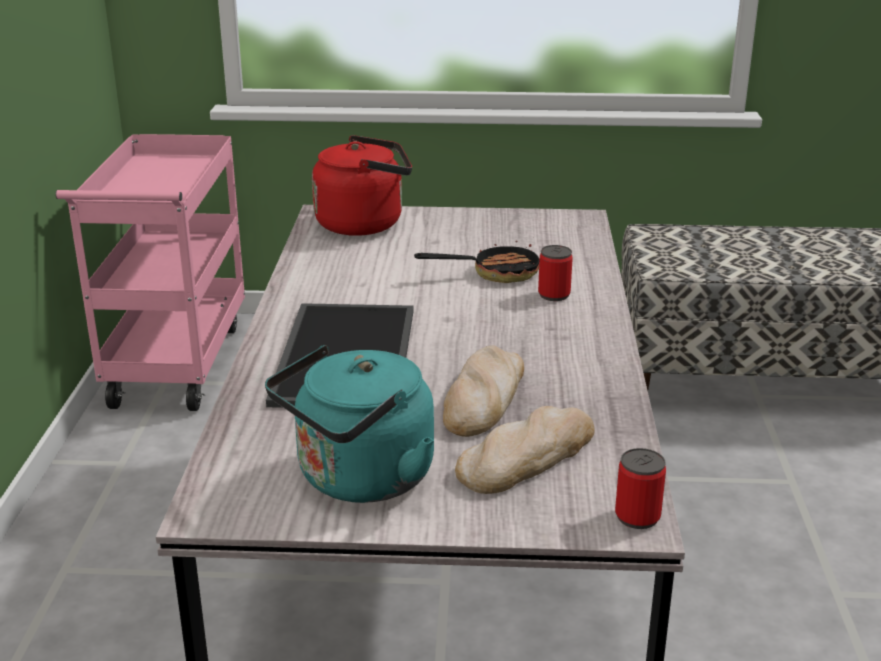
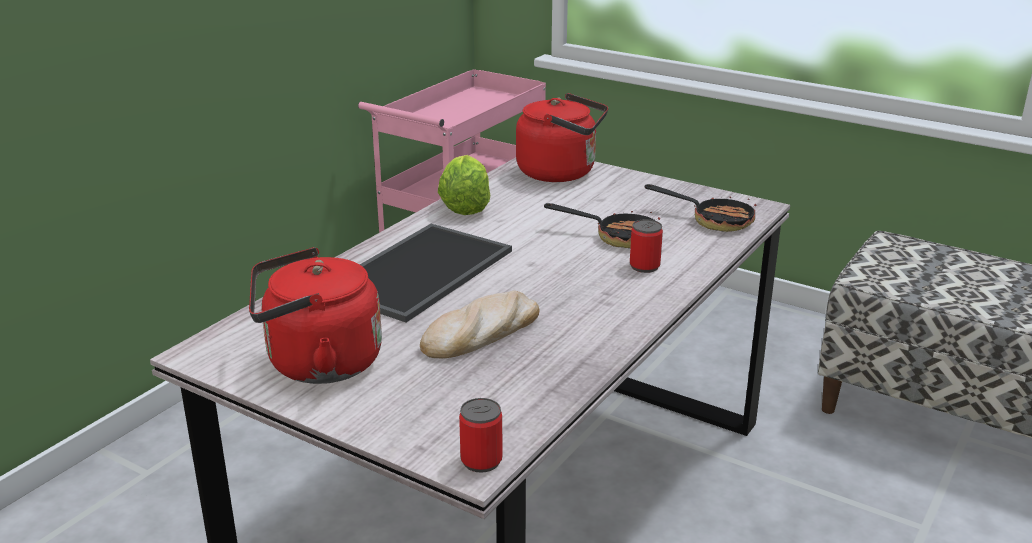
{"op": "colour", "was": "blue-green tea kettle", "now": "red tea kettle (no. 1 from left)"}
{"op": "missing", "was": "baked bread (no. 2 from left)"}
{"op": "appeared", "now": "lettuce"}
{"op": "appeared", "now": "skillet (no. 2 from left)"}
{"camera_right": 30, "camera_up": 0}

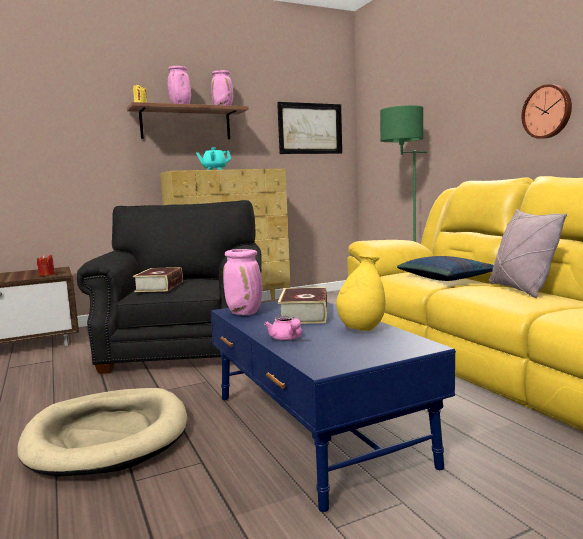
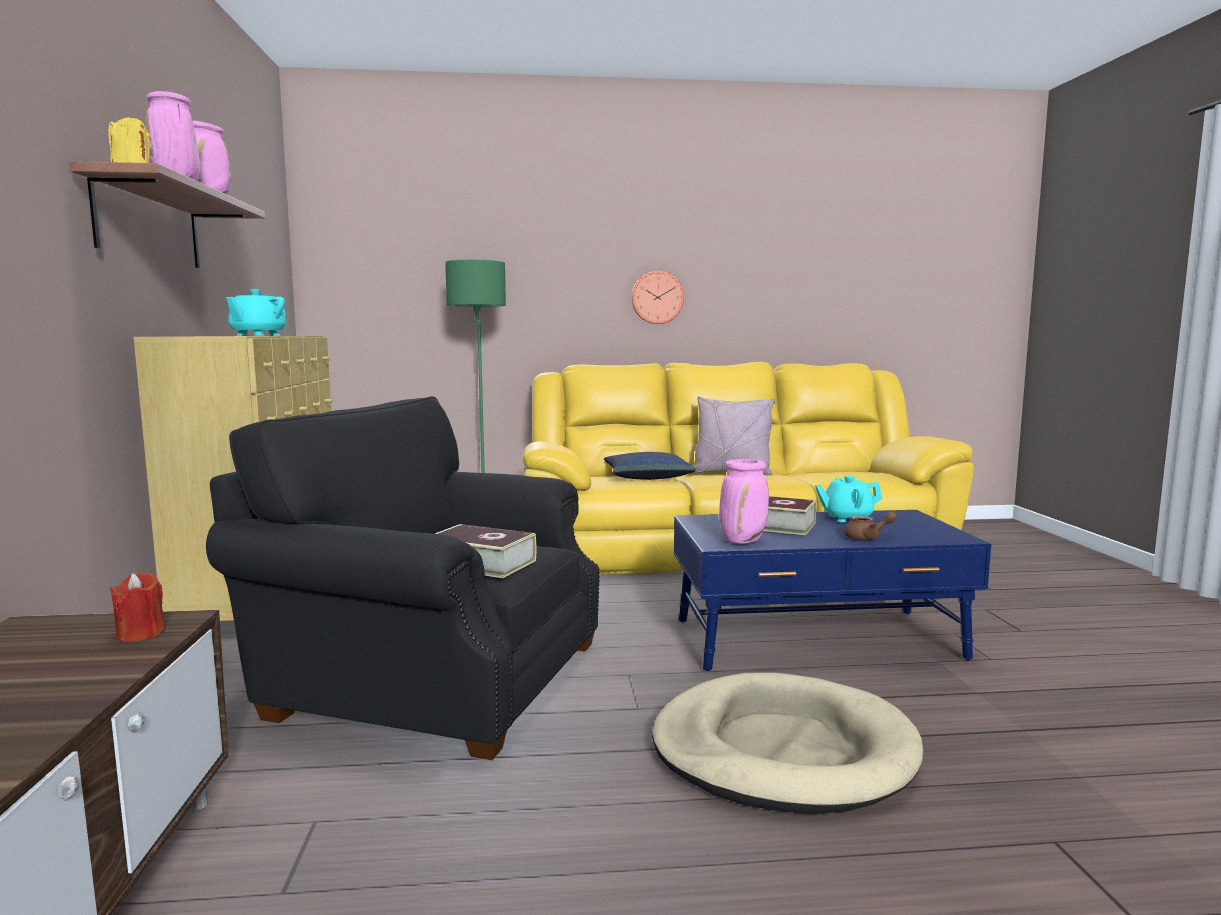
{"op": "missing", "was": "wall picture"}
{"op": "exchanged", "was": "yellow-coloured vase", "now": "blue-green pot for tea (no. 2 from left)"}
{"op": "colour", "was": "pink-coloured pot for tea", "now": "brownish pot for tea"}
{"camera_right": -70, "camera_up": 0}

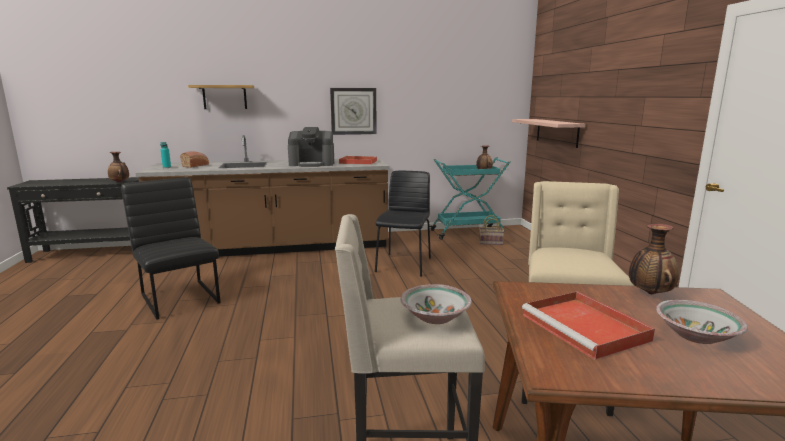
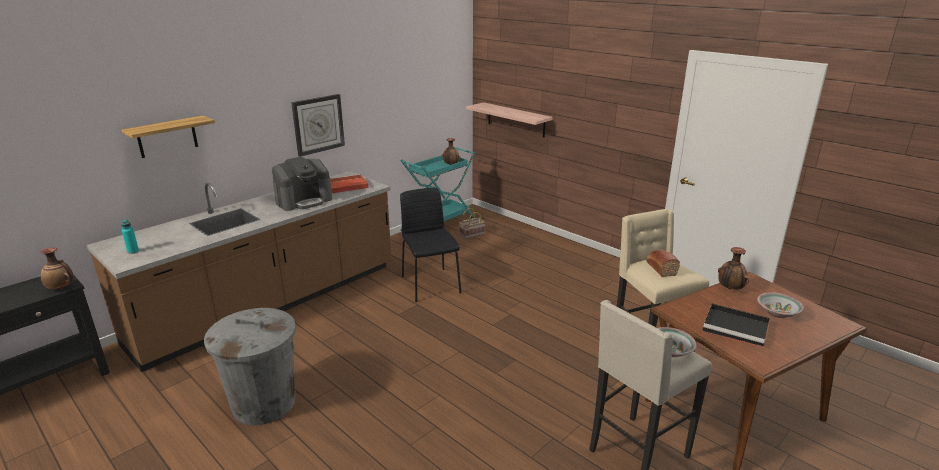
{"op": "relocated", "was": "baked bread"}
{"op": "exchanged", "was": "black chair (no. 1 from left)", "now": "greyish rubbish bin"}
{"op": "colour", "was": "red carrying tray (no. 2 from left)", "now": "black carrying tray"}
{"camera_right": -35, "camera_up": 10}

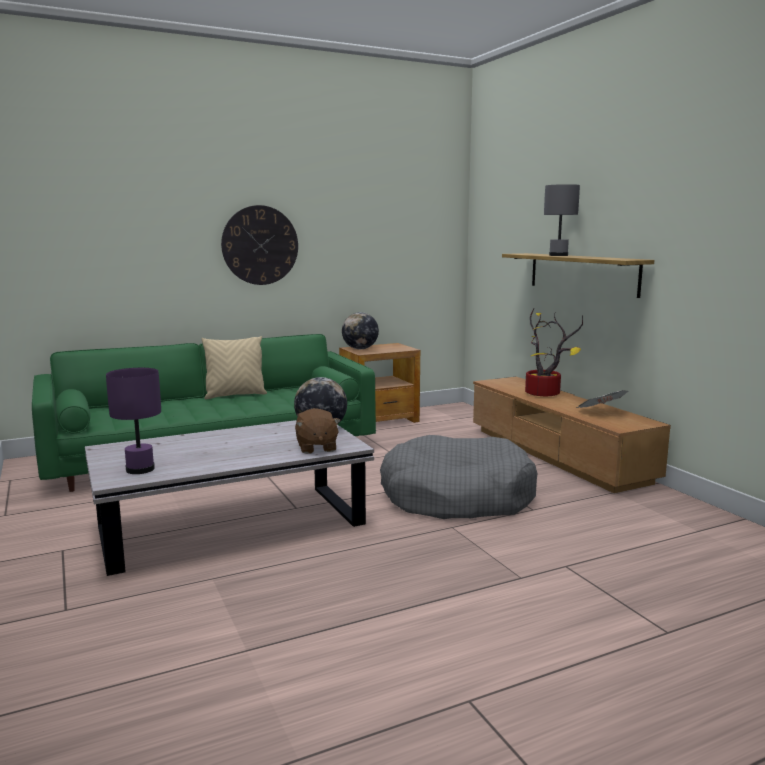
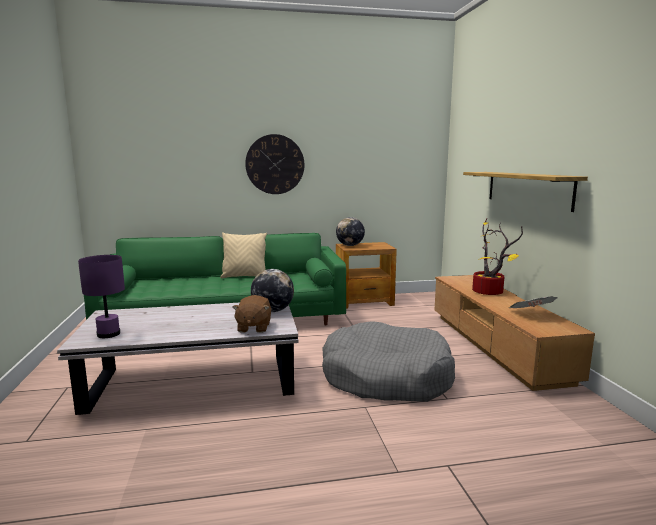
{"op": "missing", "was": "greyish lamp for a table"}
{"camera_right": 15, "camera_up": 0}

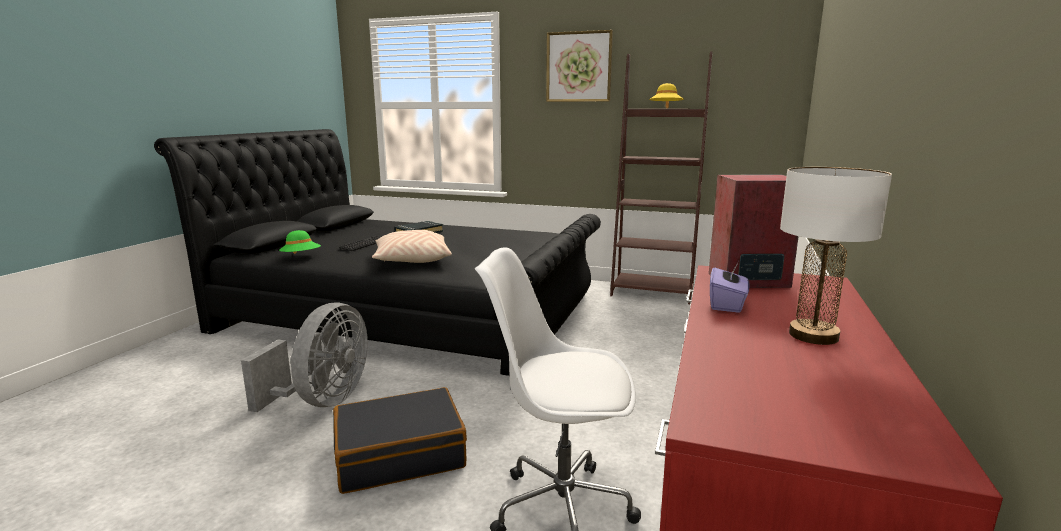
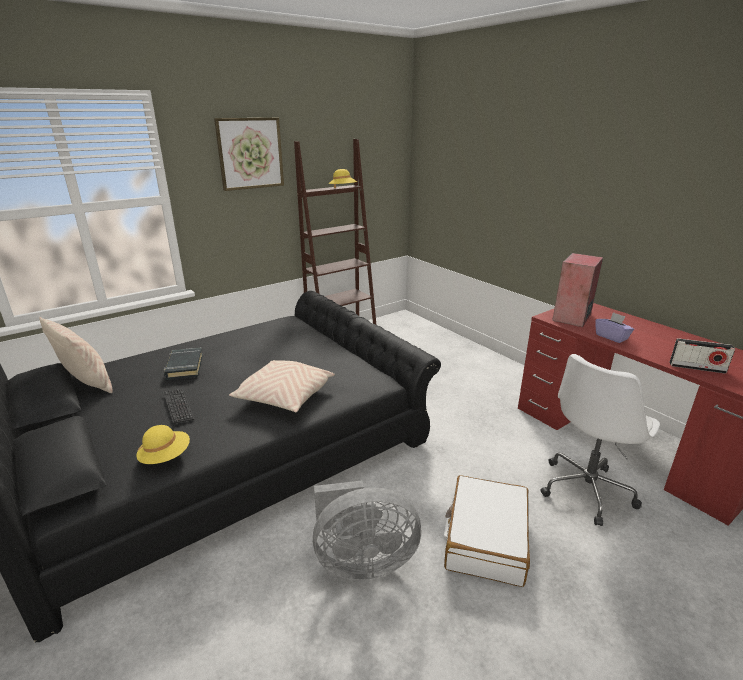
{"op": "missing", "was": "lamp for a table"}
{"op": "colour", "was": "greenish wearable hat", "now": "yellow-coloured wearable hat (no. 1 from left)"}
{"op": "spun", "was": "greyish fan", "clockwise": 120}
{"op": "colour", "was": "black piece of luggage", "now": "whitish piece of luggage"}
{"op": "appeared", "now": "sand-coloured throw pillow (no. 1 from left)"}
{"op": "appeared", "now": "radio receiver"}
{"camera_right": -55, "camera_up": 10}

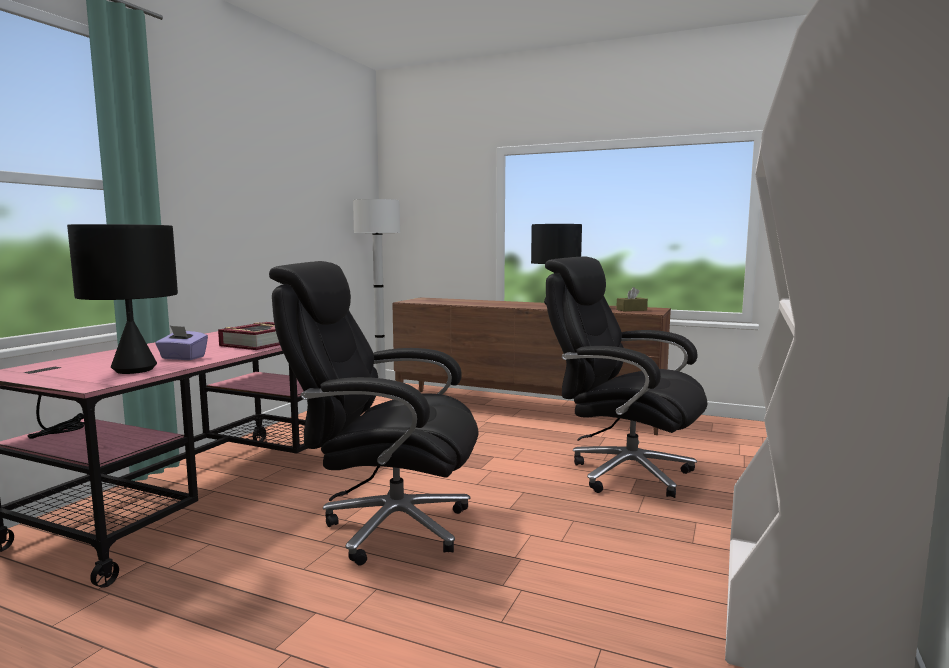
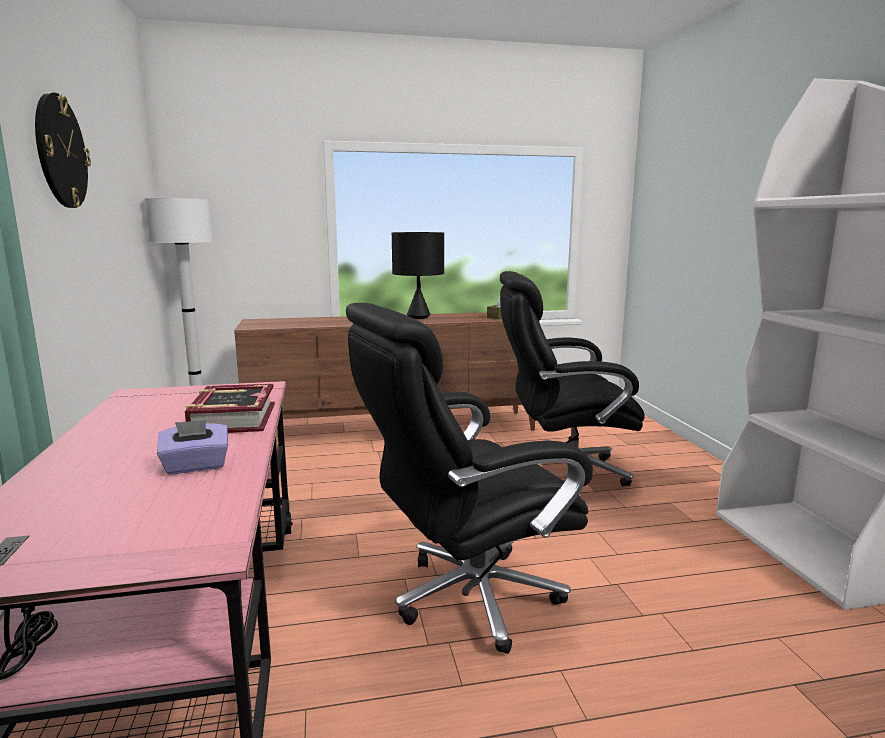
{"op": "missing", "was": "black lamp for a table (no. 1 from left)"}
{"op": "appeared", "now": "hanging clock"}
{"camera_right": -35, "camera_up": 5}

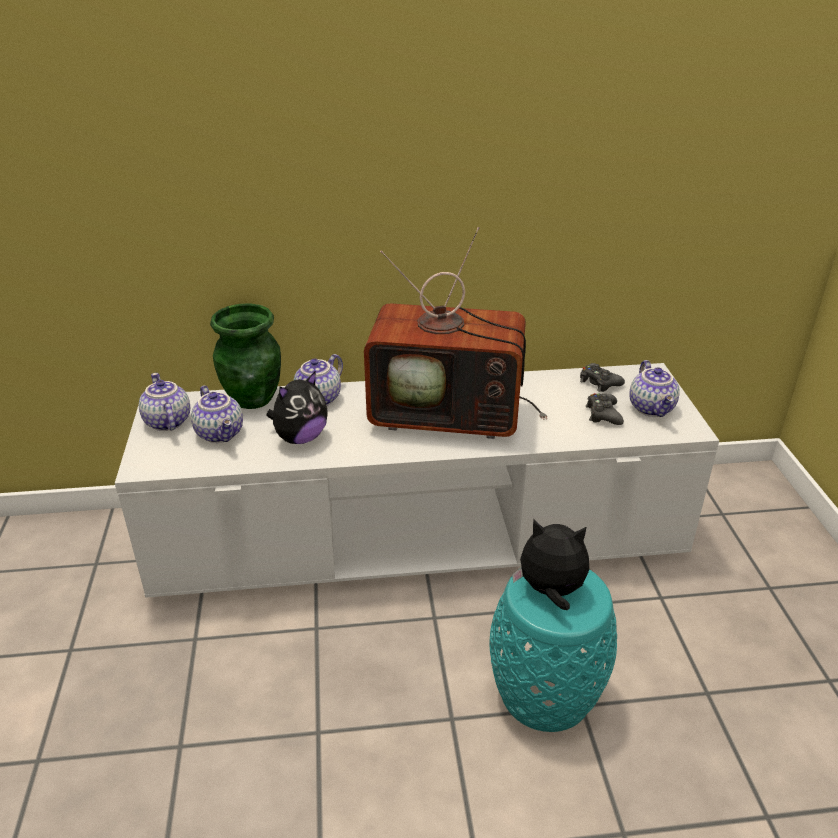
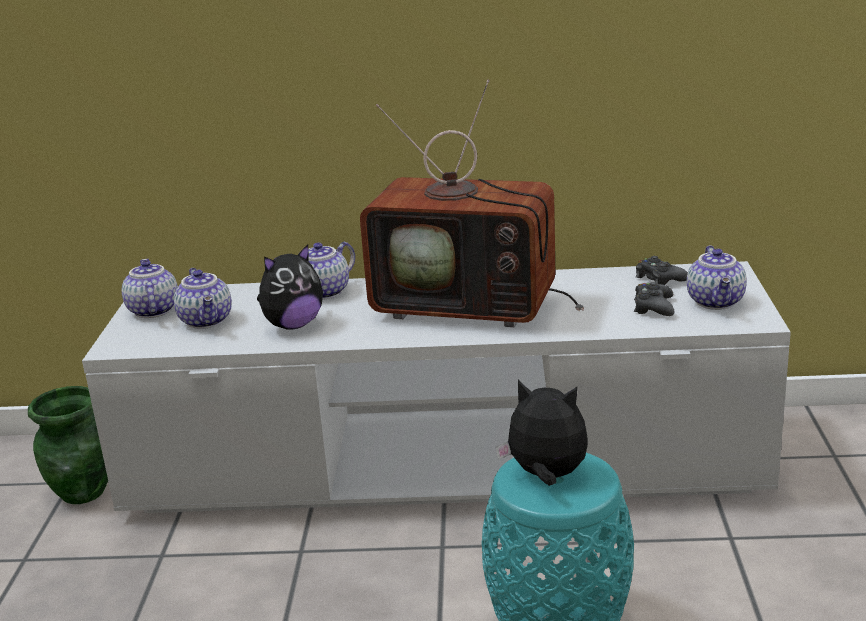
{"op": "relocated", "was": "greenish vase"}
{"camera_right": 10, "camera_up": -10}

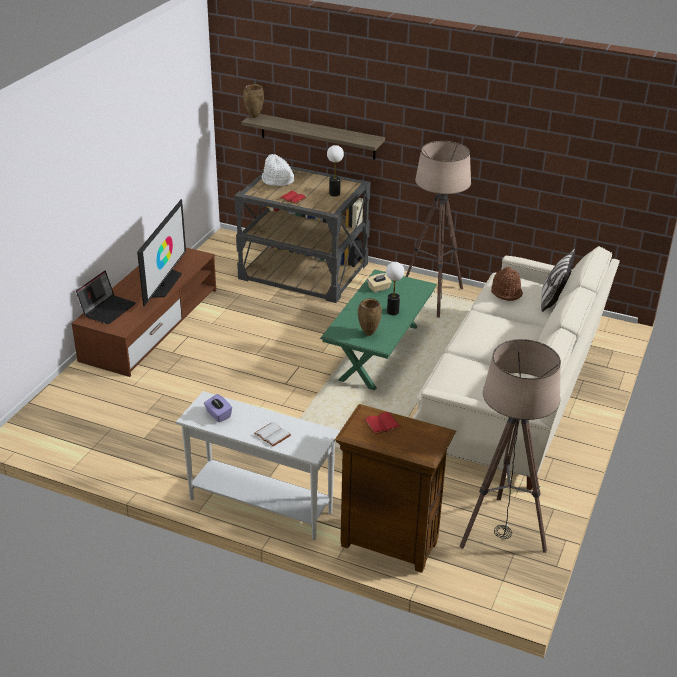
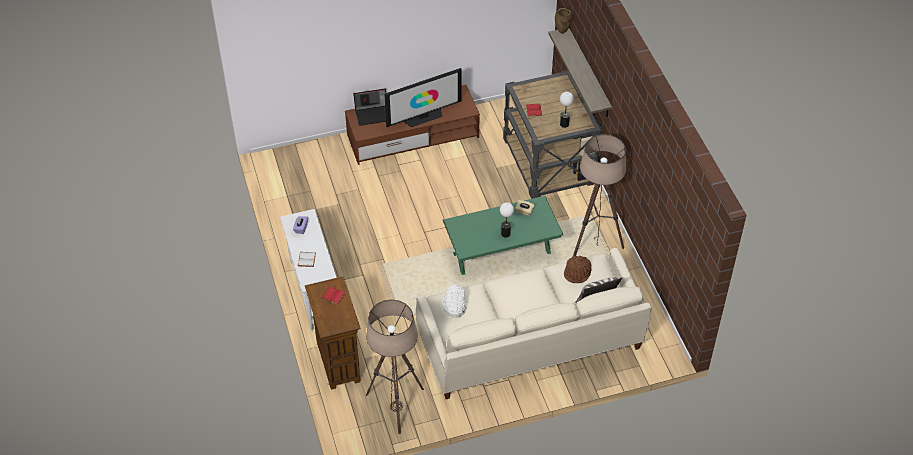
{"op": "relocated", "was": "whitish wearable hat"}
{"op": "missing", "was": "brownish vase (no. 2 from left)"}
{"camera_right": 50, "camera_up": 15}

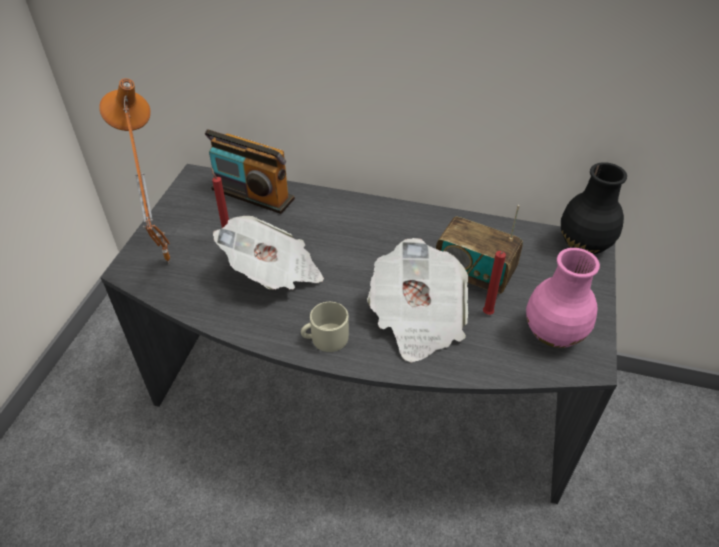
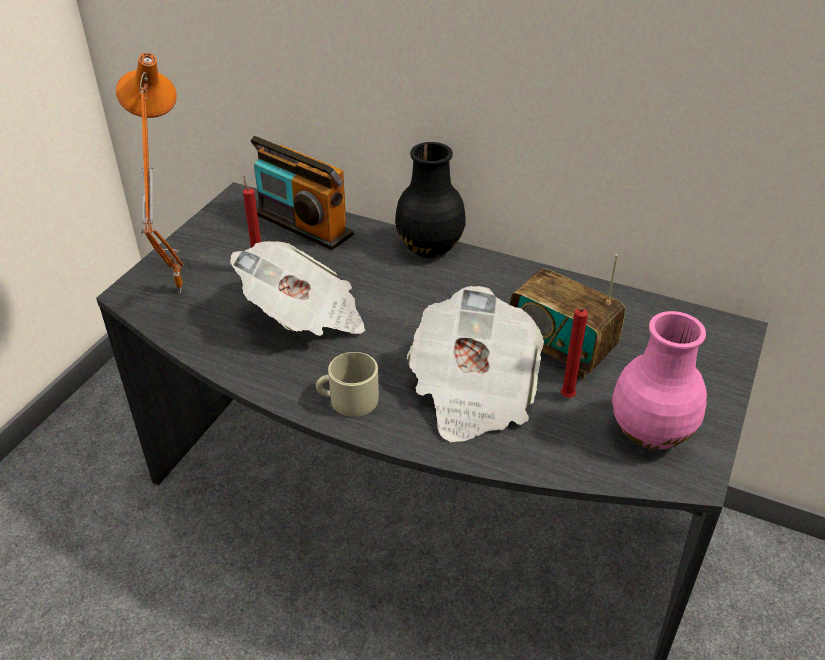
{"op": "relocated", "was": "black vase"}
{"camera_right": 10, "camera_up": -5}

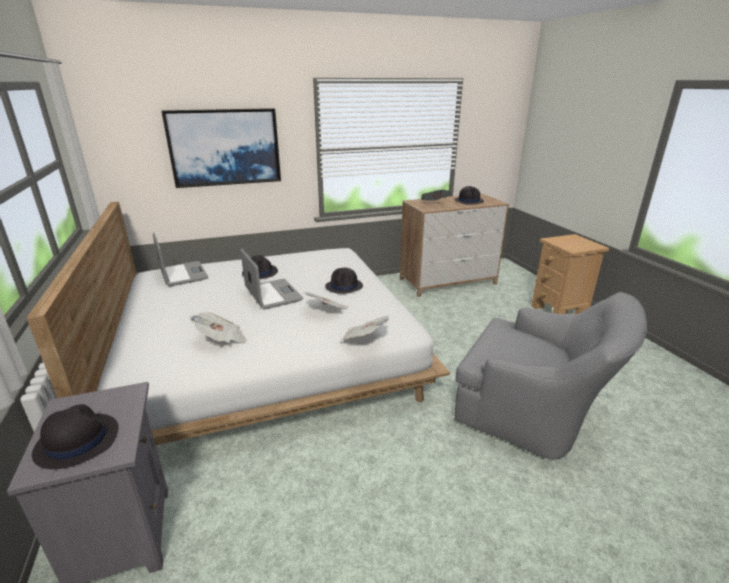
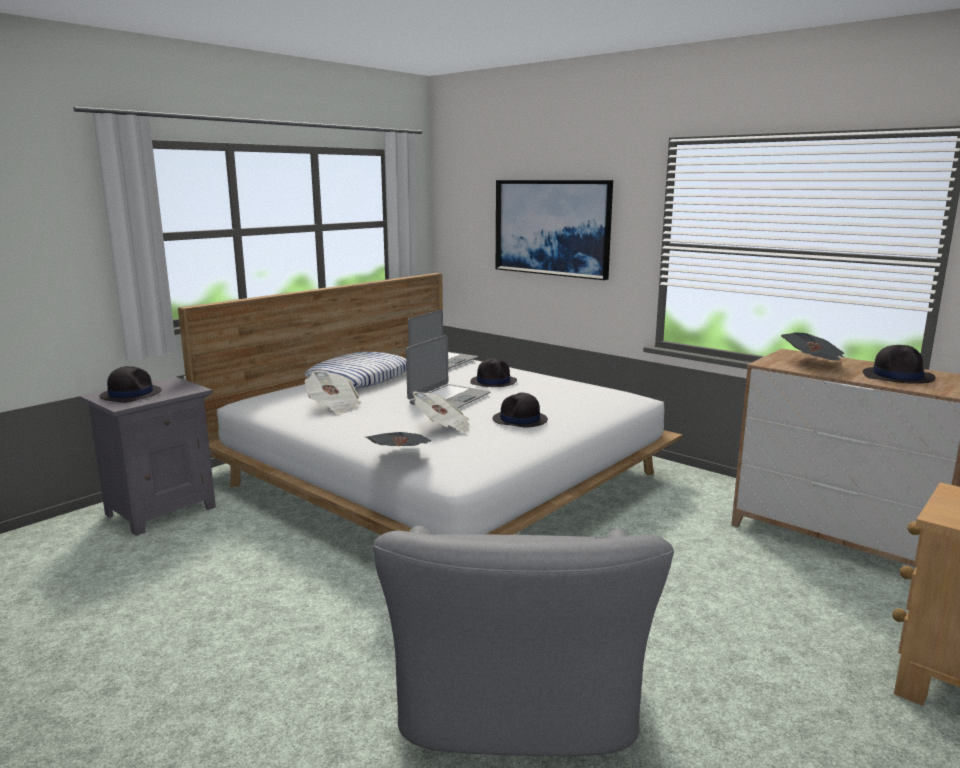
{"op": "appeared", "now": "throw pillow"}
{"camera_right": 60, "camera_up": -10}

